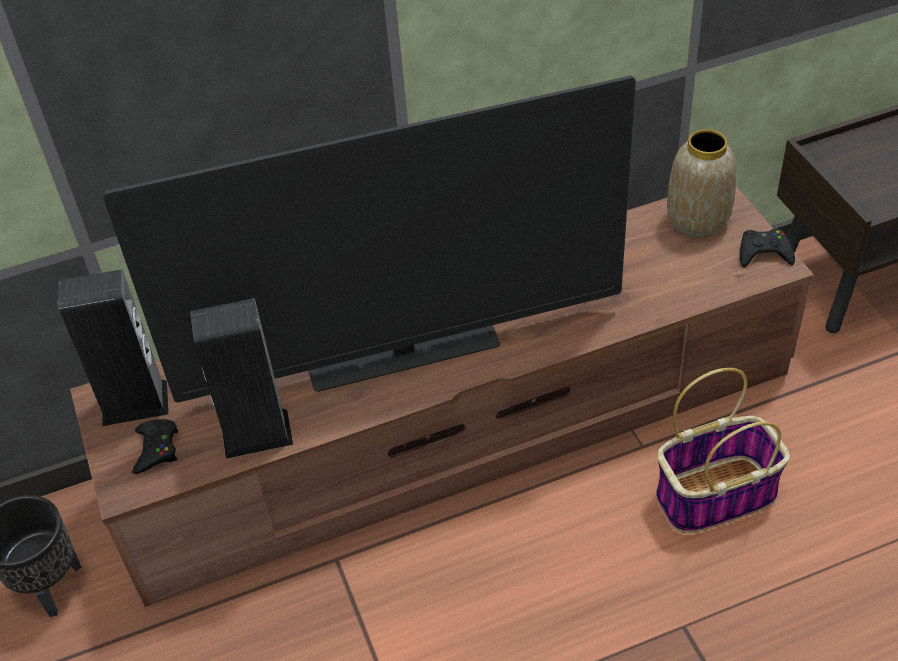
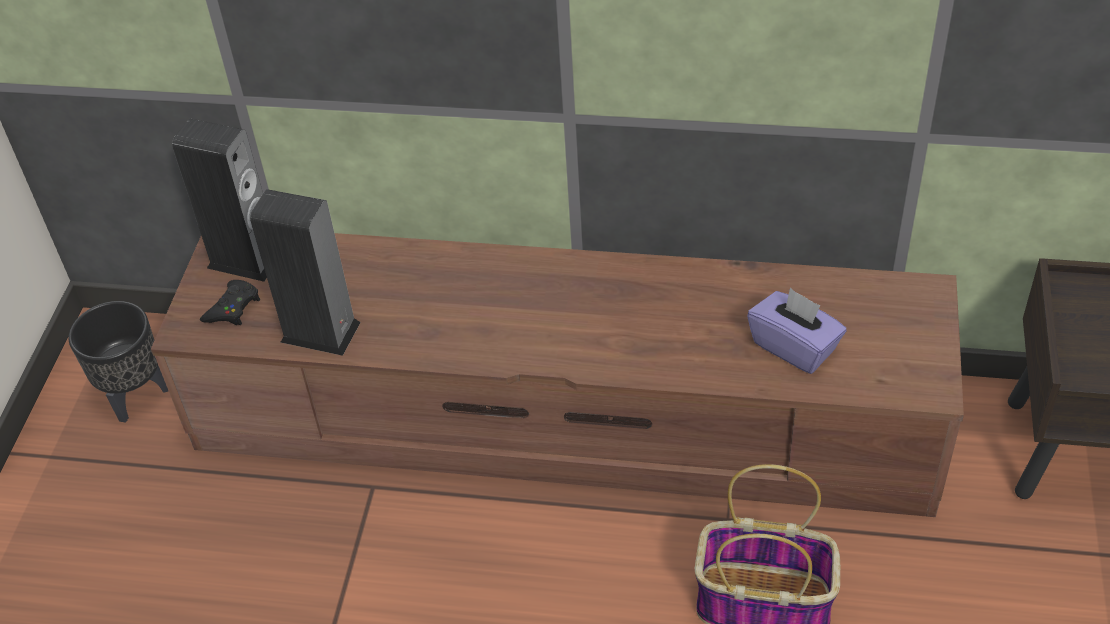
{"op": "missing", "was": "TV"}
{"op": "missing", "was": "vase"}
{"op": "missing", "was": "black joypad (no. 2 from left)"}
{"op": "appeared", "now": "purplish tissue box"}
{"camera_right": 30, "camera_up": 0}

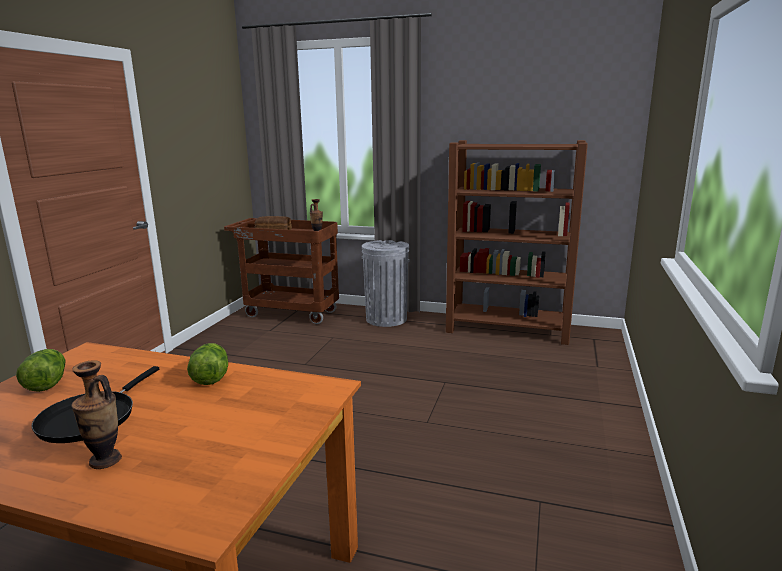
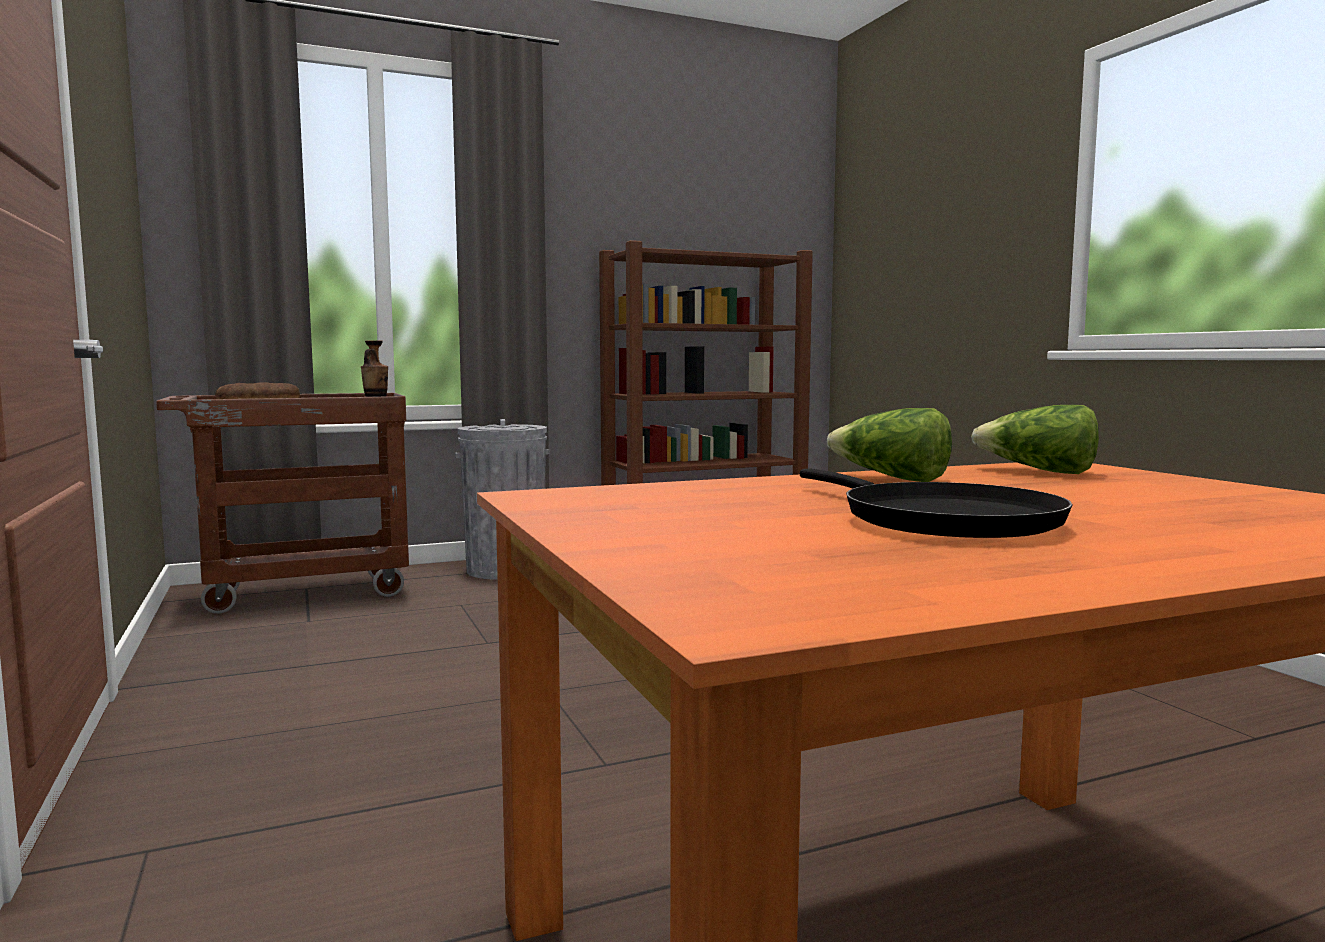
{"op": "relocated", "was": "lettuce (no. 1 from left in the first image)", "now": "lettuce (no. 2 from left)"}
{"op": "missing", "was": "vase (no. 1 from left)"}
{"camera_right": -40, "camera_up": -10}

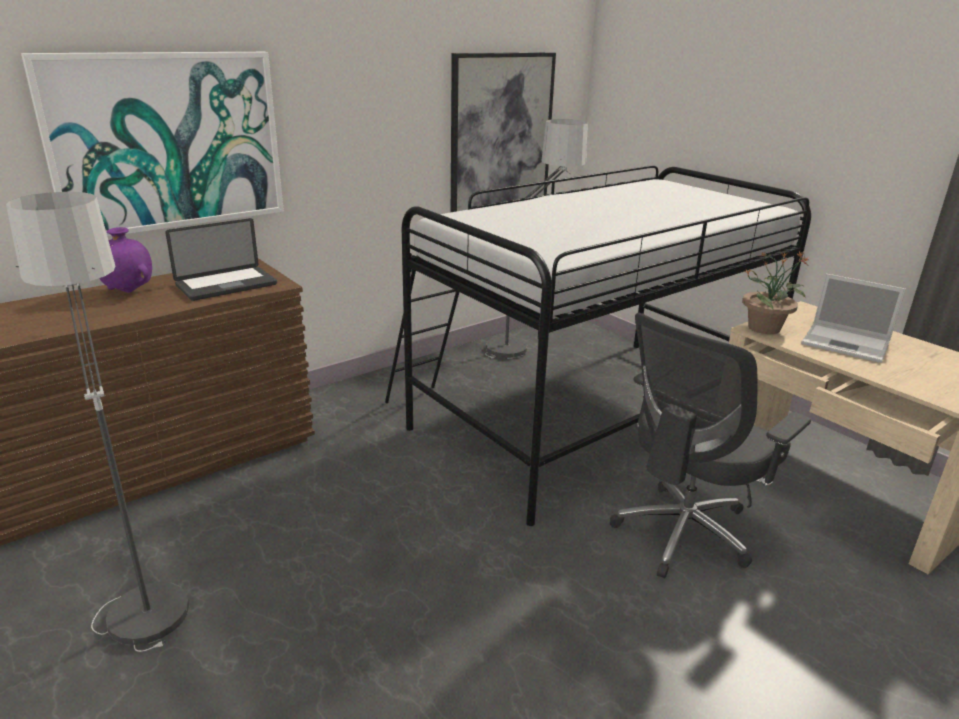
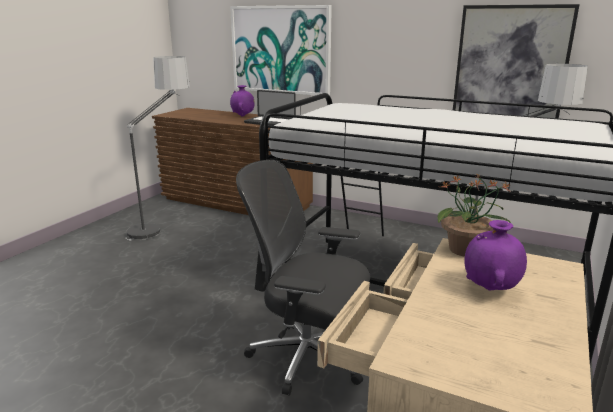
{"op": "exchanged", "was": "laptop (no. 2 from left)", "now": "purplish vase (no. 2 from left)"}
{"camera_right": 65, "camera_up": -5}

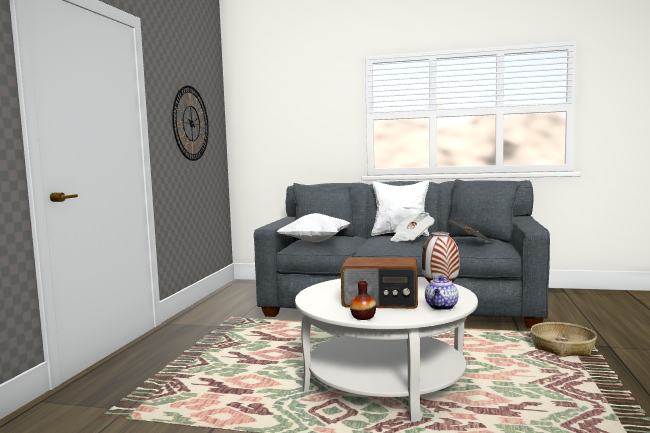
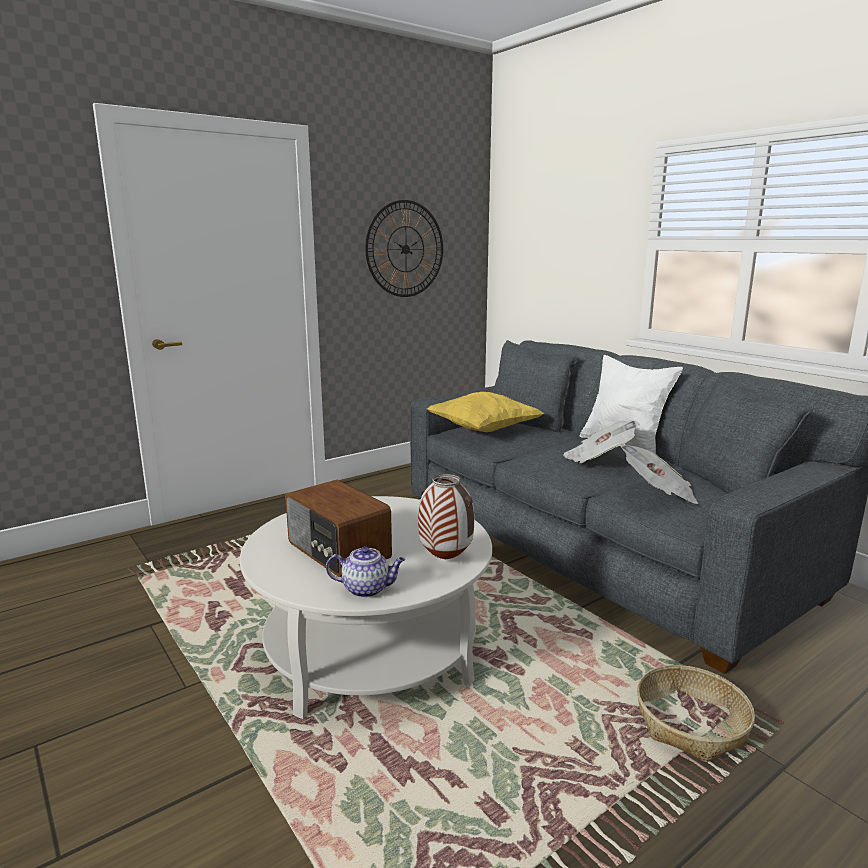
{"op": "colour", "was": "whitish throw pillow (no. 1 from left)", "now": "yellow-coloured throw pillow"}
{"op": "spun", "was": "pot for tea", "clockwise": -150}
{"op": "missing", "was": "vase (no. 1 from left)"}
{"camera_right": 40, "camera_up": 10}

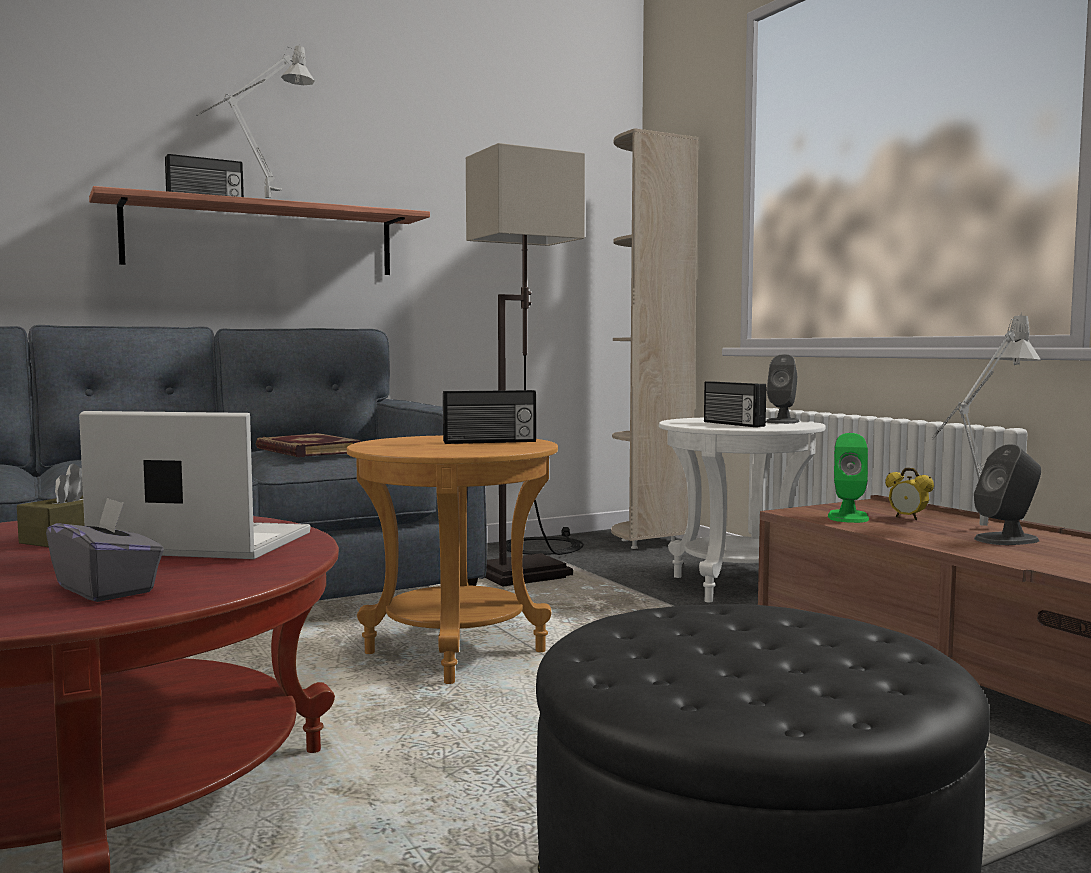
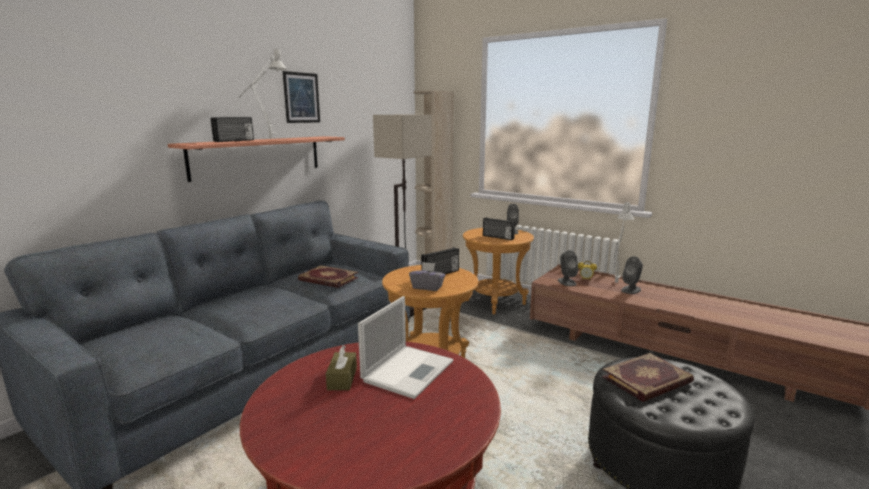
{"op": "spun", "was": "laptop", "clockwise": 135}
{"op": "colour", "was": "whitish end table", "now": "brownish end table (no. 2 from left)"}
{"op": "colour", "was": "greenish audio speaker", "now": "greyish audio speaker (no. 2 from left)"}
{"op": "relocated", "was": "greyish tissue box"}
{"op": "appeared", "now": "wall picture"}
{"op": "appeared", "now": "volume (no. 2 from left)"}
{"camera_right": -25, "camera_up": 10}

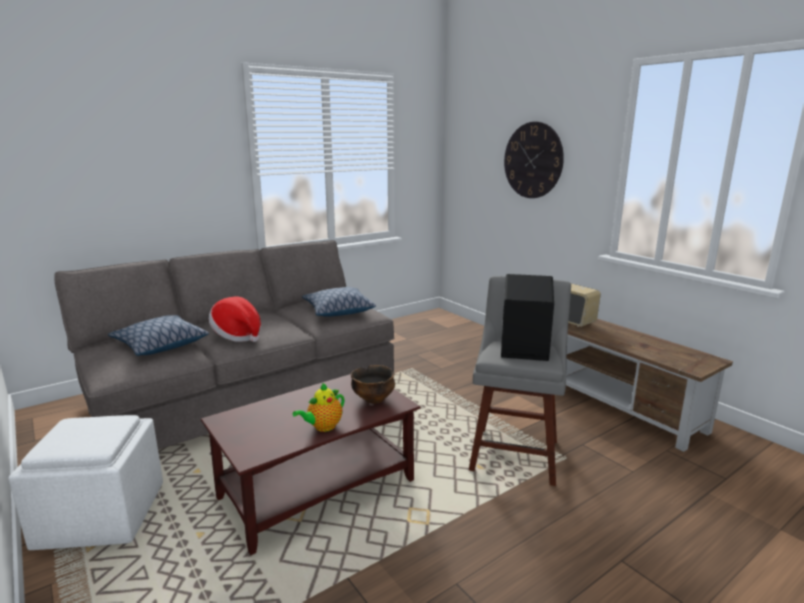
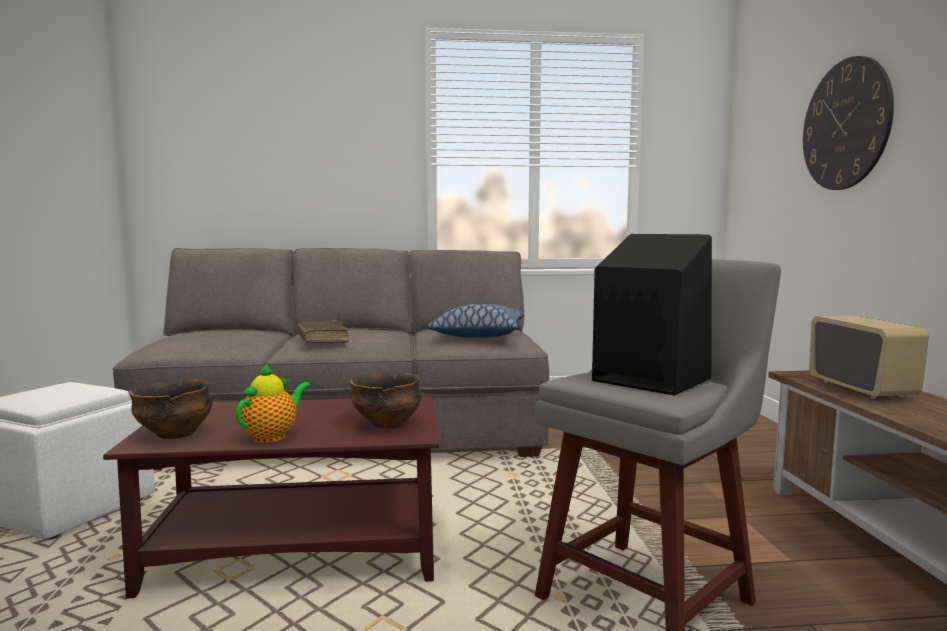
{"op": "exchanged", "was": "wearable hat", "now": "brownish volume"}
{"op": "missing", "was": "throw pillow (no. 1 from left)"}
{"op": "spun", "was": "pot for tea", "clockwise": 135}
{"op": "appeared", "now": "serving bowl (no. 1 from left)"}
{"camera_right": 30, "camera_up": -10}

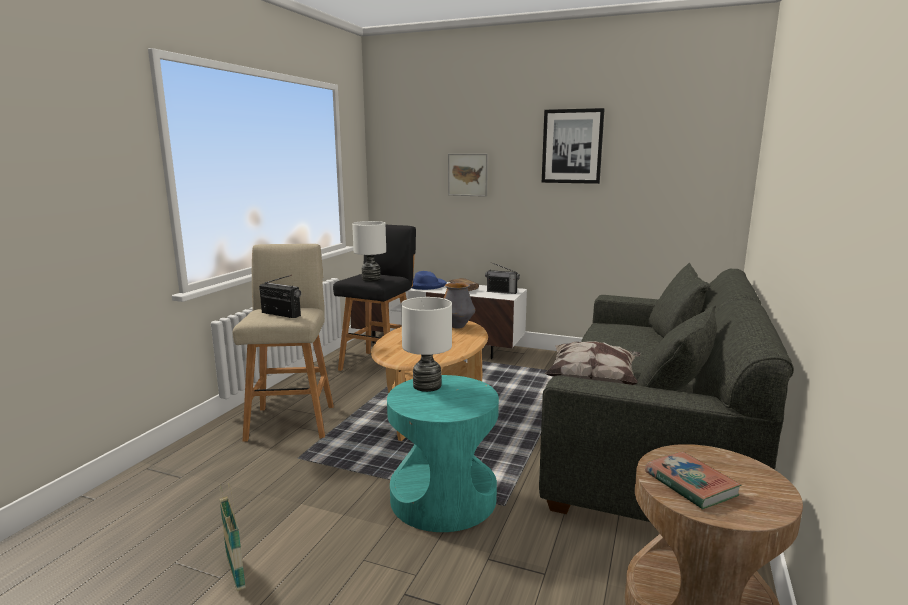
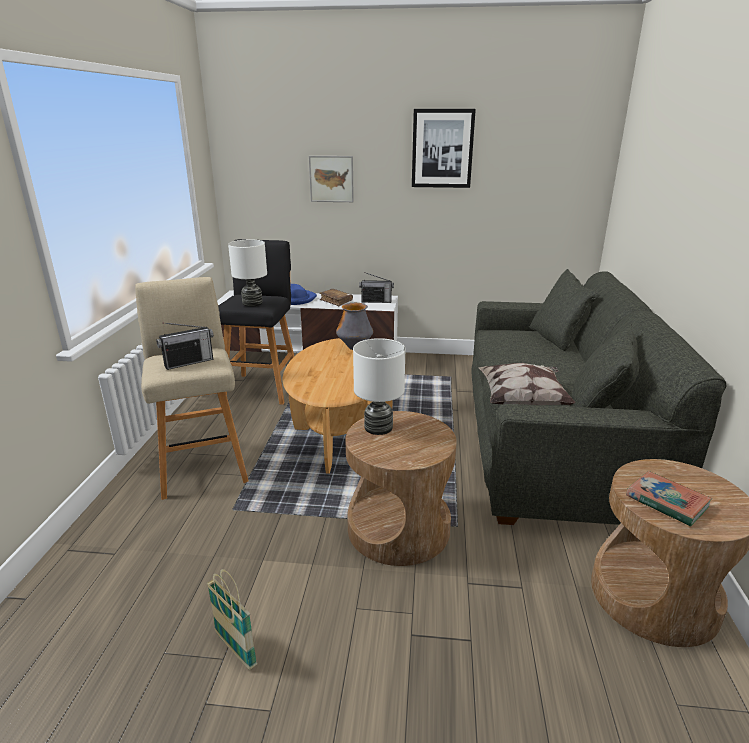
{"op": "spun", "was": "radio receiver (no. 1 from left)", "clockwise": 135}
{"op": "colour", "was": "blue-green end table", "now": "brownish end table (no. 1 from left)"}
{"camera_right": -15, "camera_up": 10}

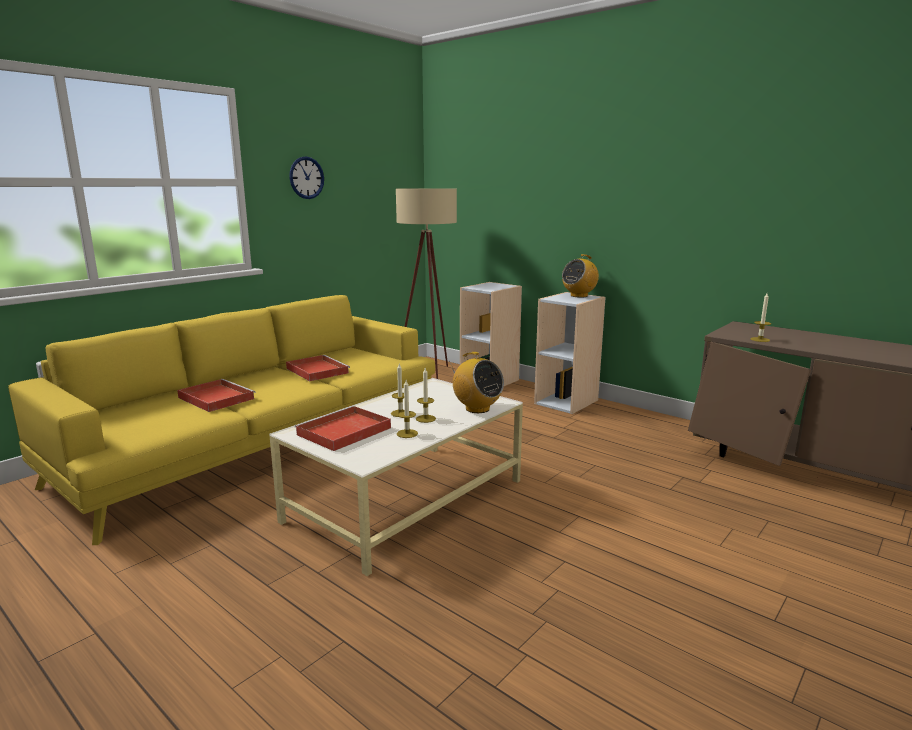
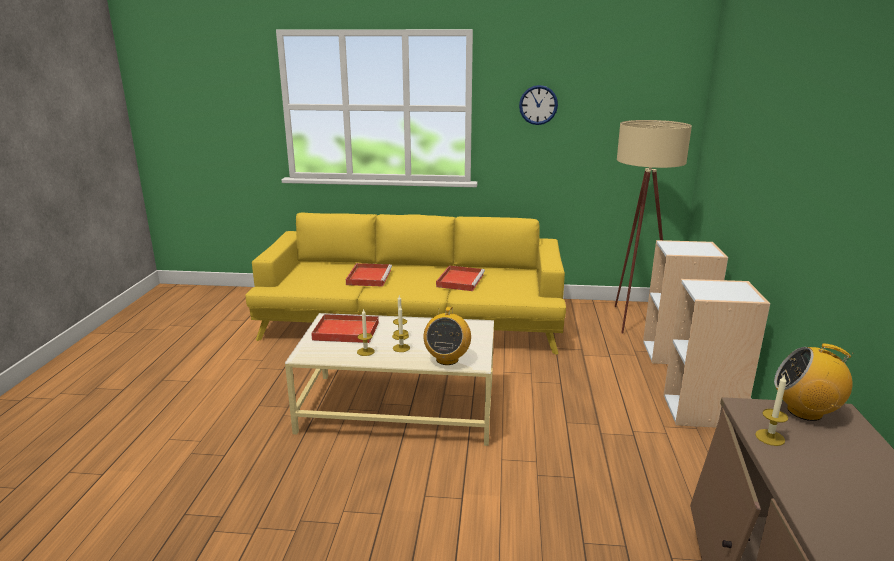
{"op": "relocated", "was": "radio receiver (no. 2 from left)"}
{"camera_right": 55, "camera_up": 5}

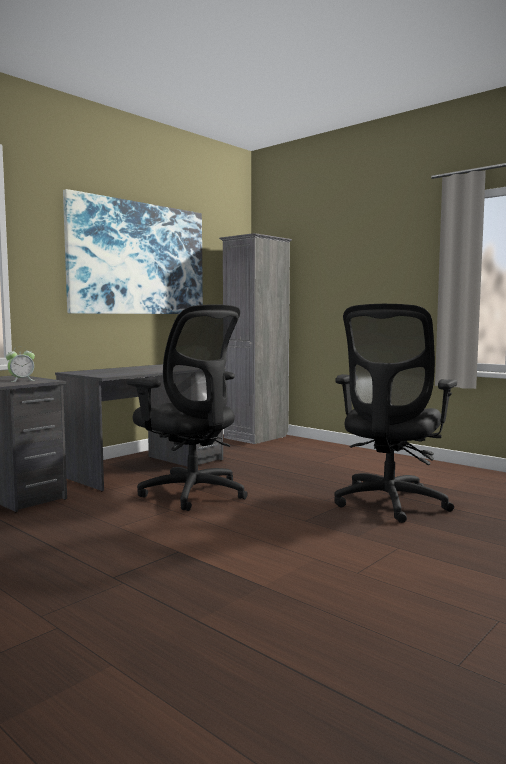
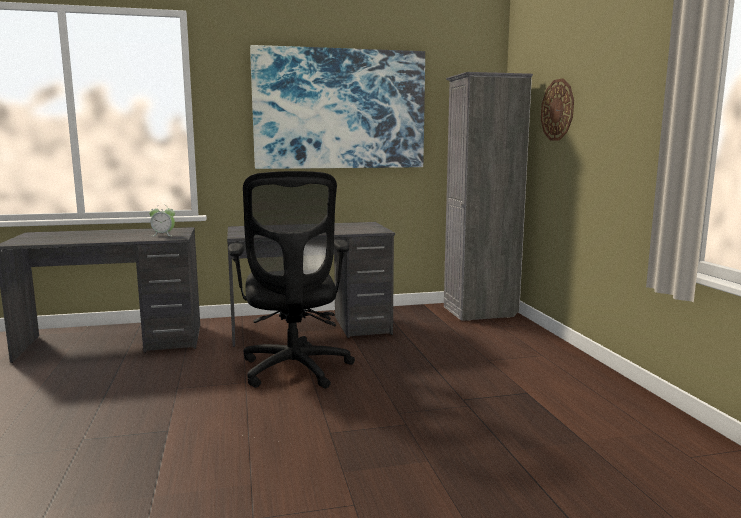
{"op": "missing", "was": "black office chair (no. 2 from left)"}
{"op": "appeared", "now": "hanging clock"}
{"camera_right": 35, "camera_up": 5}

